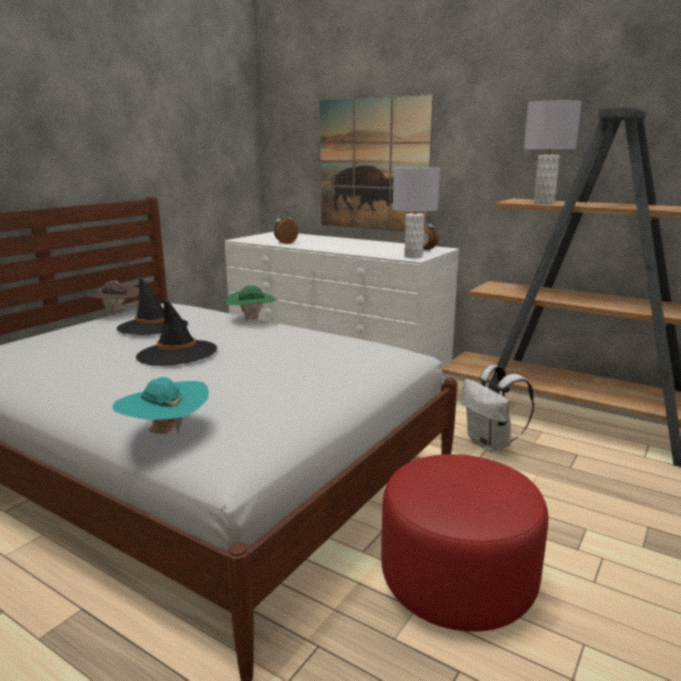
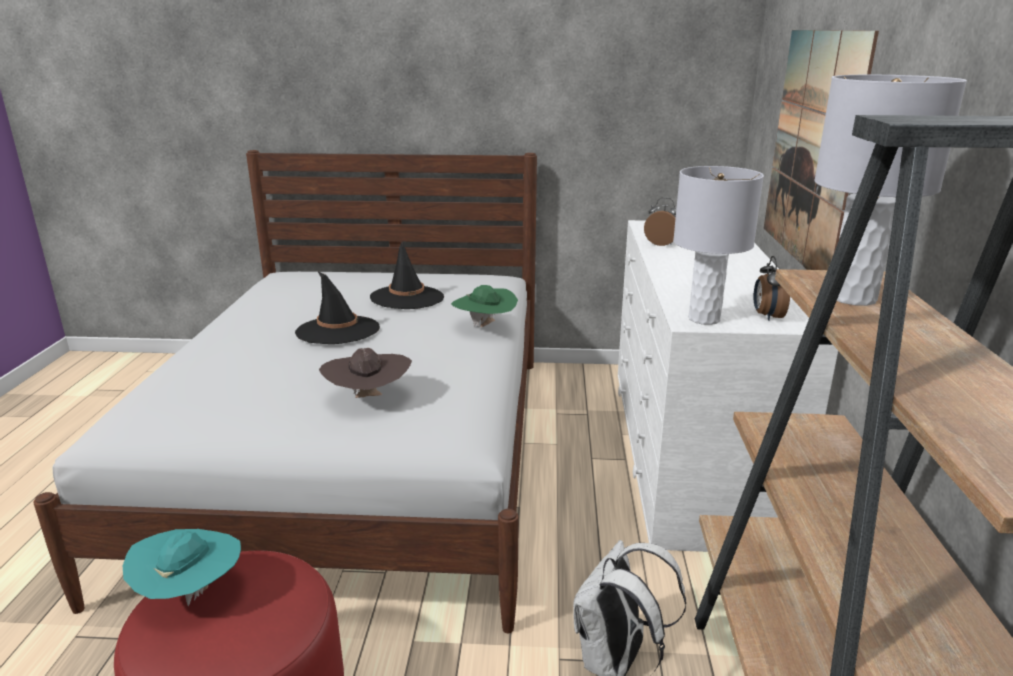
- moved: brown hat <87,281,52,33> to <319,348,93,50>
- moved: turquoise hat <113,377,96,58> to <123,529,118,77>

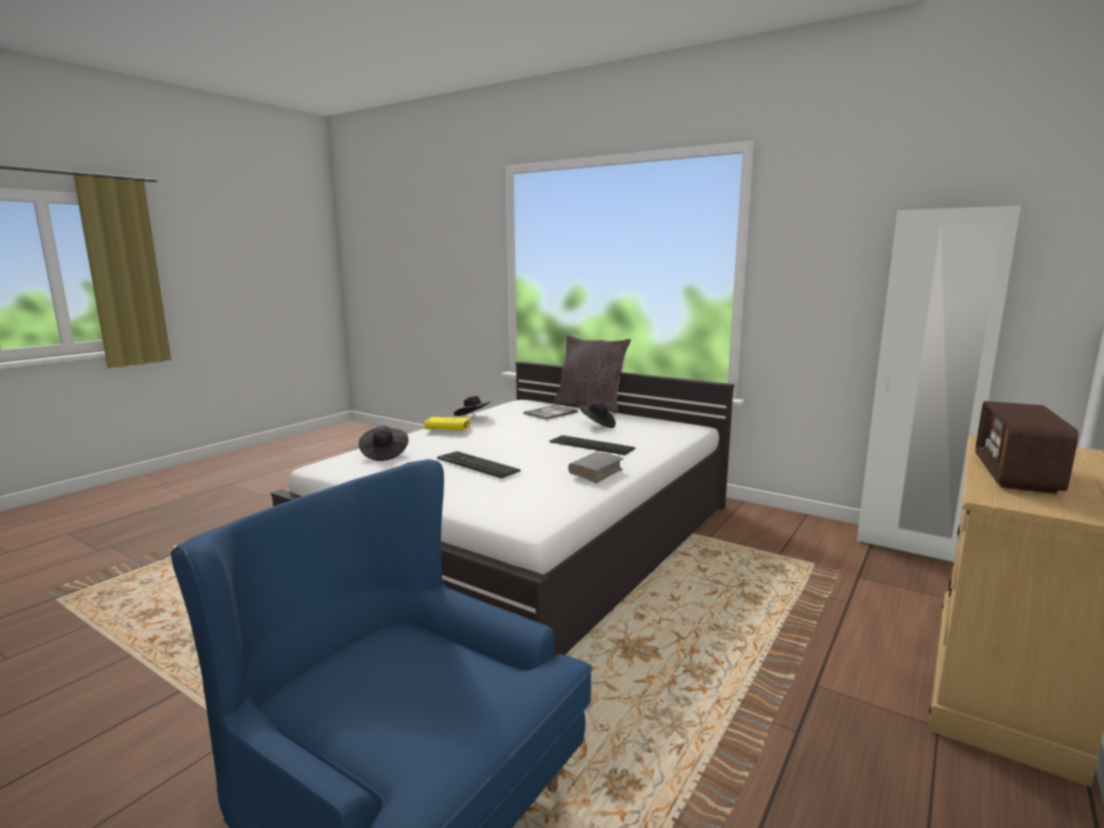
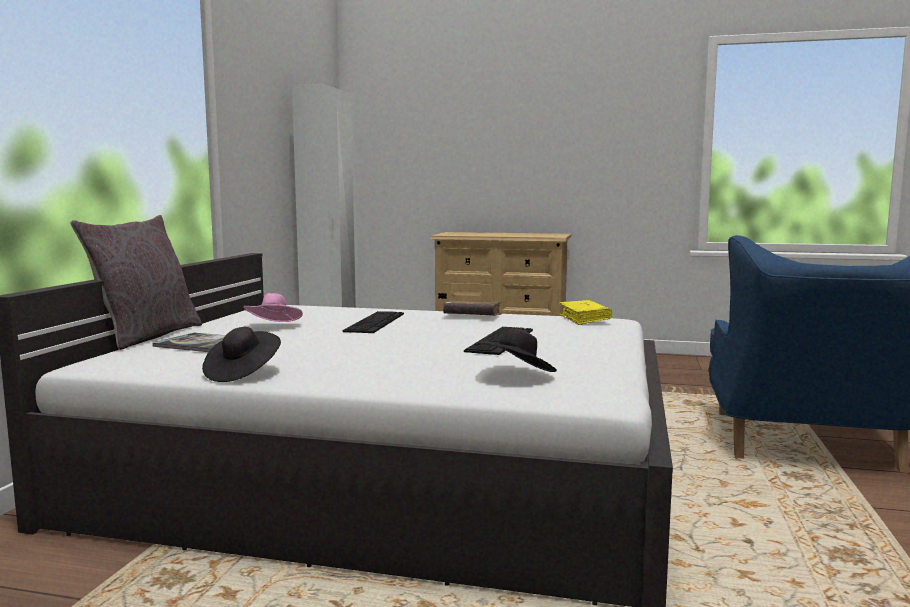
- recoloured: black hat <579,401,37,27> to pink hat <243,293,60,29>
- removed: radio <975,401,104,93>
- moved: yellow book <424,417,48,14> to <559,300,53,25>
- recoloured: grey book <568,451,56,32> to brown book <443,300,59,16>

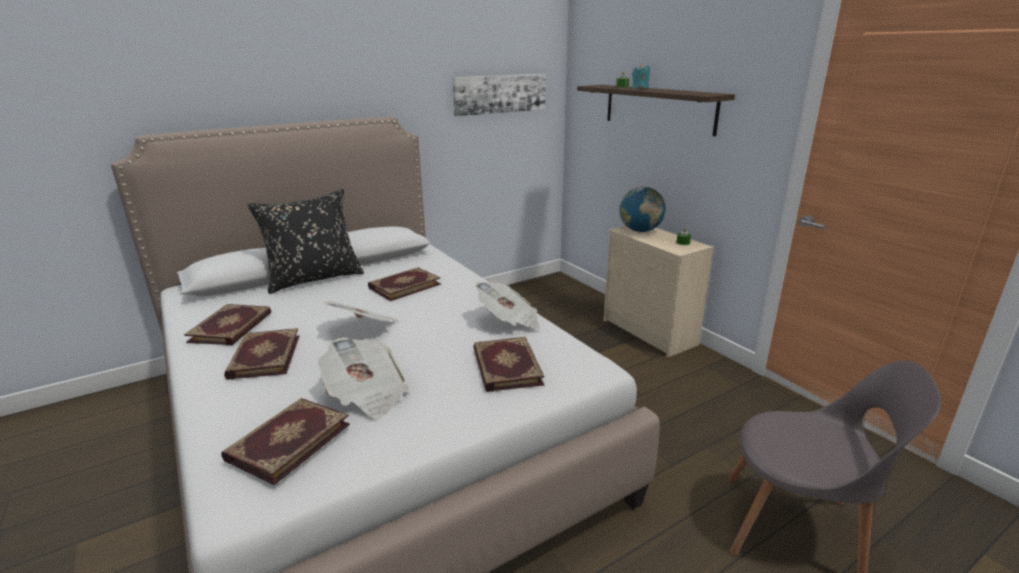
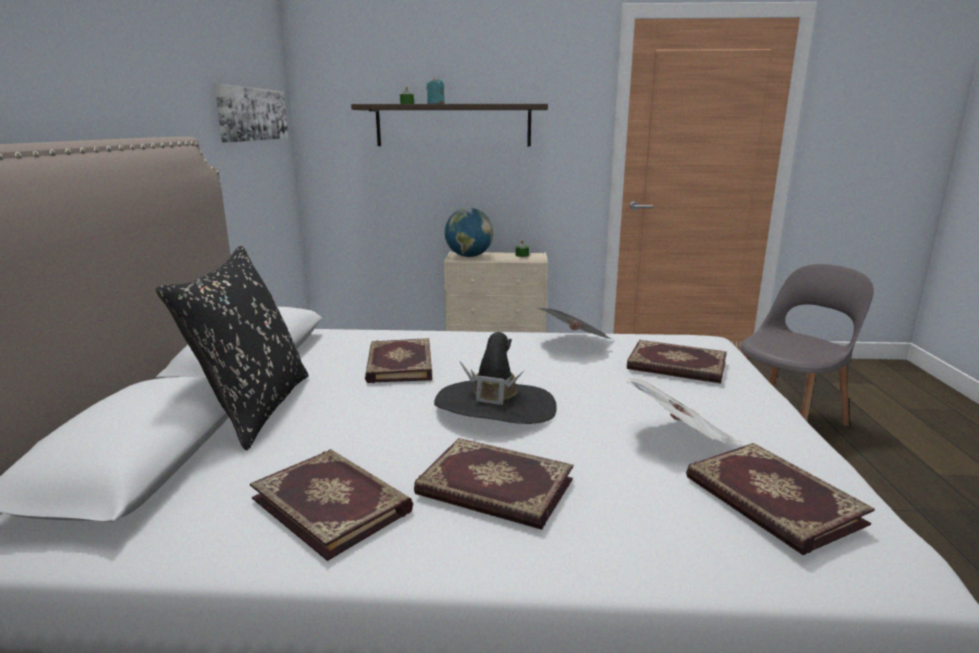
- replaced: newspaper <324,302,73,20> to black hat <434,332,123,92>

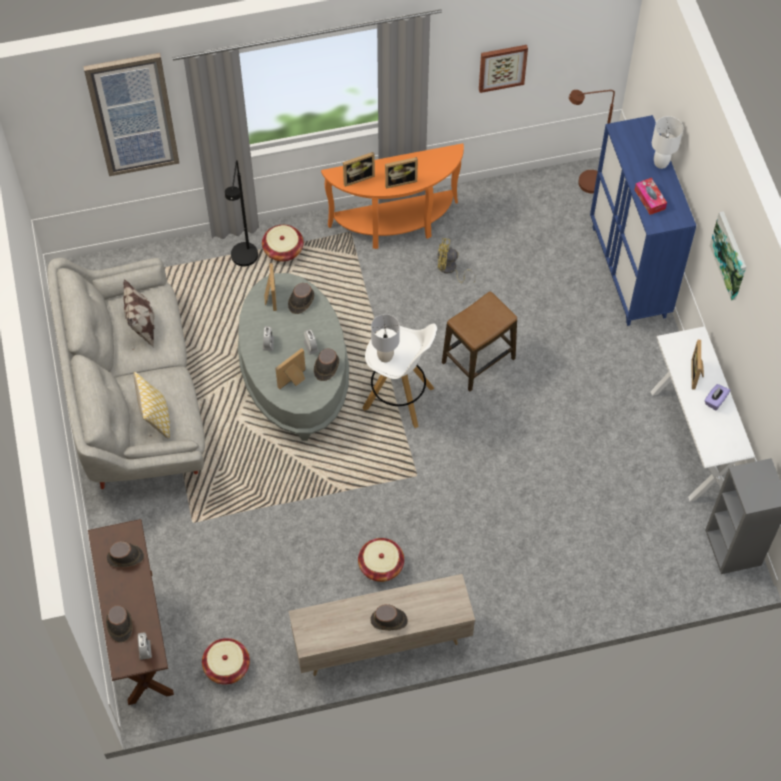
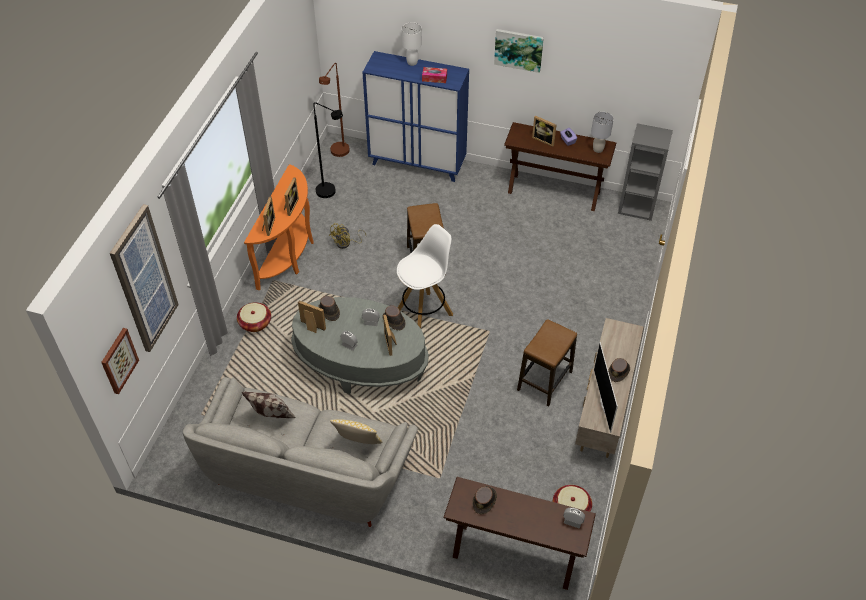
- moved: picture <479,45,49,48> to <101,328,38,66>
- moved: black floor lamp <225,160,33,107> to <313,102,30,96>
- moved: grey table lamp <371,314,29,49> to <591,112,23,41>
- recoloured: white console table <651,326,104,175> to brown console table <504,122,112,89>
- replaced: basket <358,538,46,44> to stool <517,319,60,87>
- removed: brown hat <106,605,27,38>
- added: television <594,342,24,91>

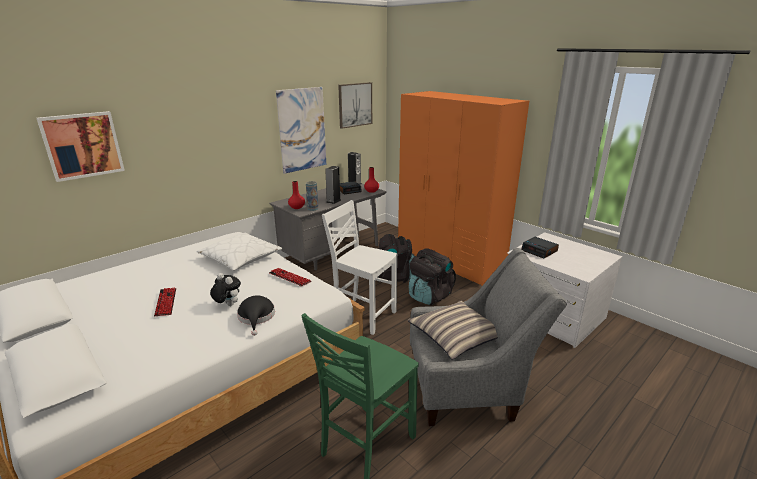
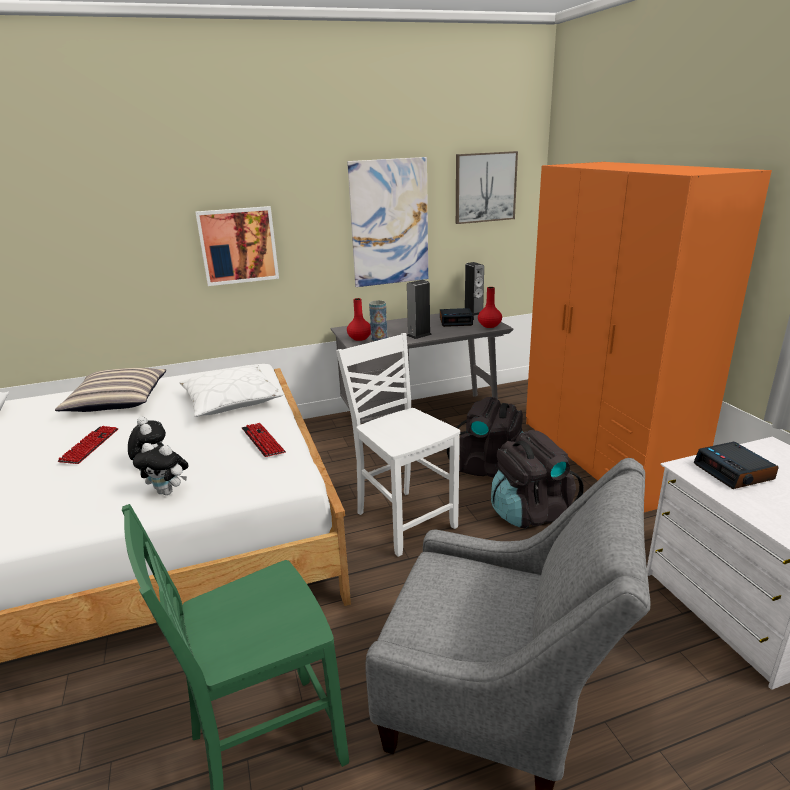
- moved: picture <37,111,88,71> to <195,206,84,80>
- replaced: black hat <237,296,38,40> to plush toy <133,443,55,52>
- moved: pillow <408,301,90,59> to <55,368,111,44>

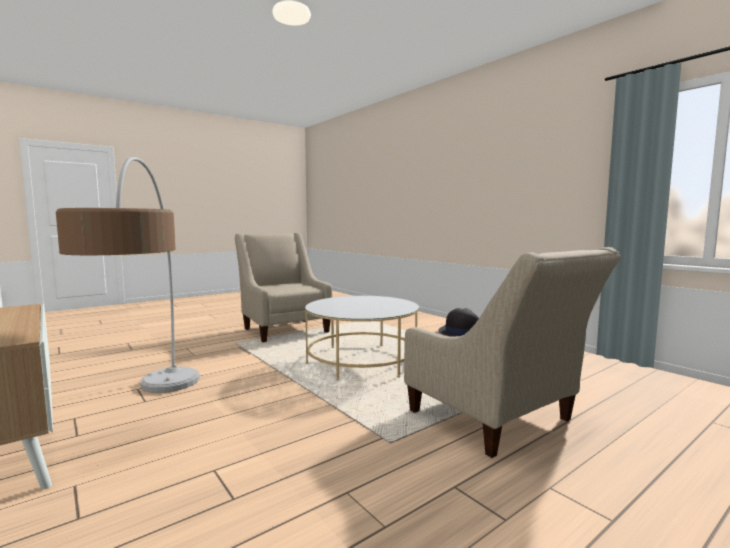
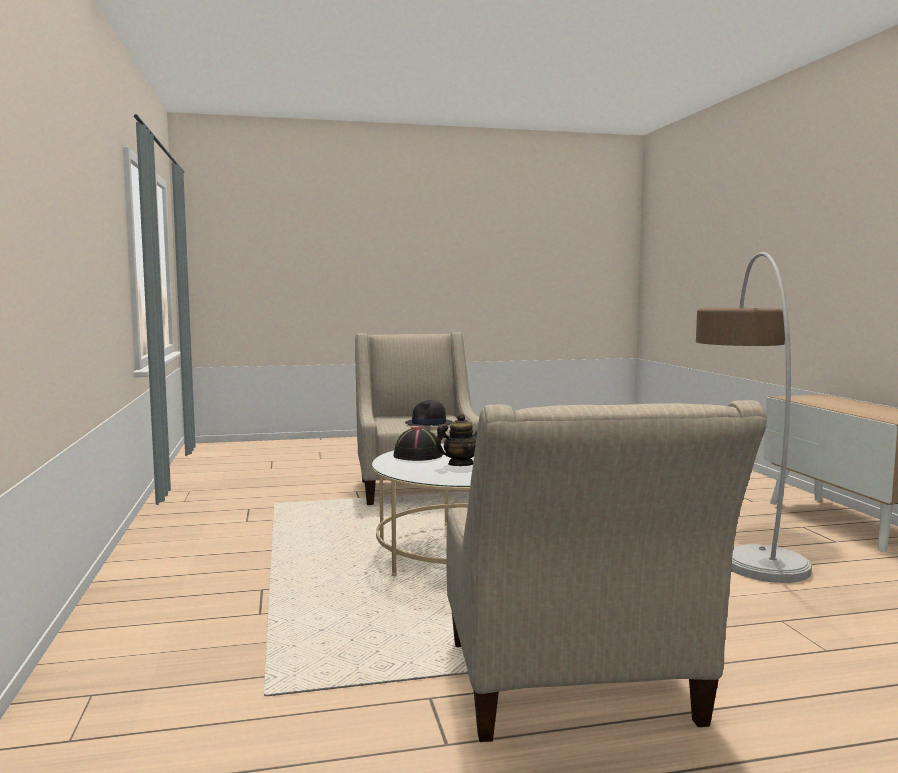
- added: teapot <434,414,43,52>
- added: black hat <394,427,49,34>

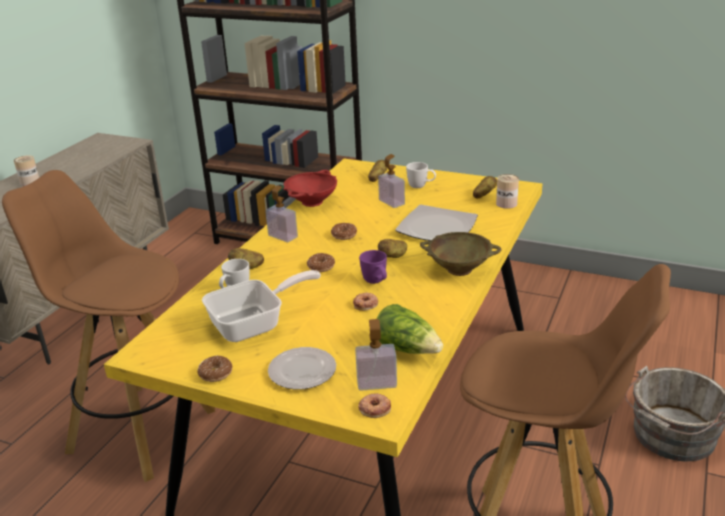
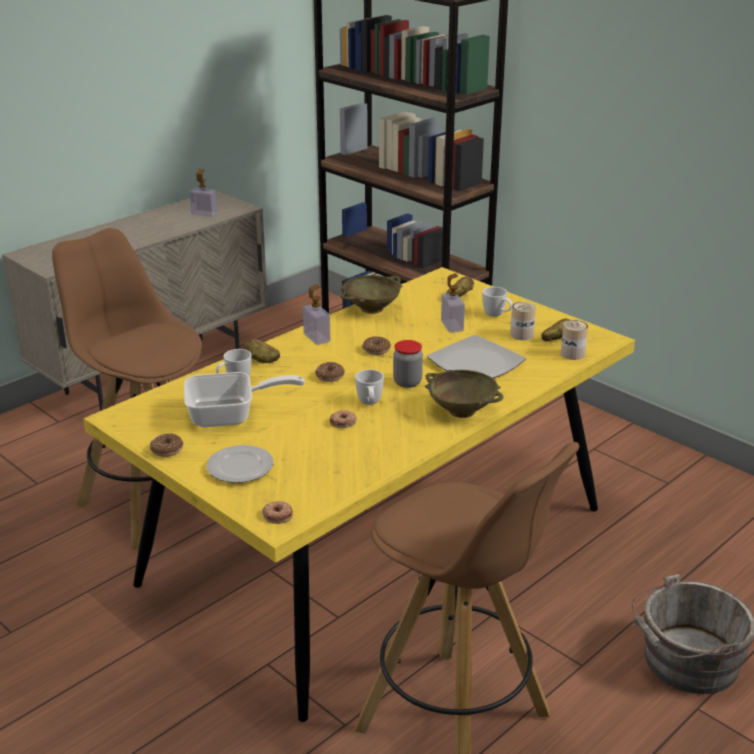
- moved: can <14,155,25,31> to <510,302,26,38>
- recoloured: red bowl <283,170,54,37> to beige bowl <340,275,63,39>
- replaced: potato <378,239,29,19> to jar <393,340,30,48>
- recoloured: purple mug <359,250,28,34> to white mug <355,369,29,36>
- removed: lettuce <377,304,66,50>
- moved: soap dispenser <355,319,42,72> to <189,169,28,48>

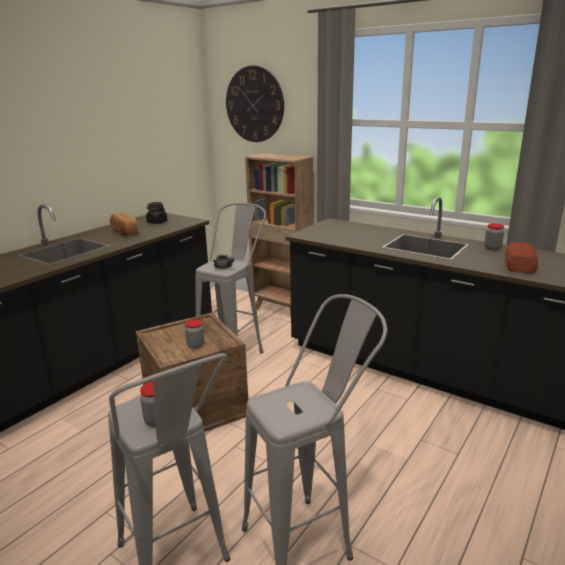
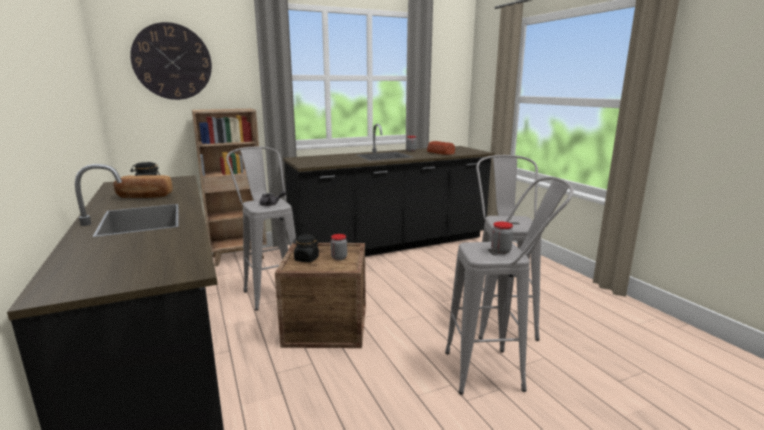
- added: black jar <293,235,26,27>

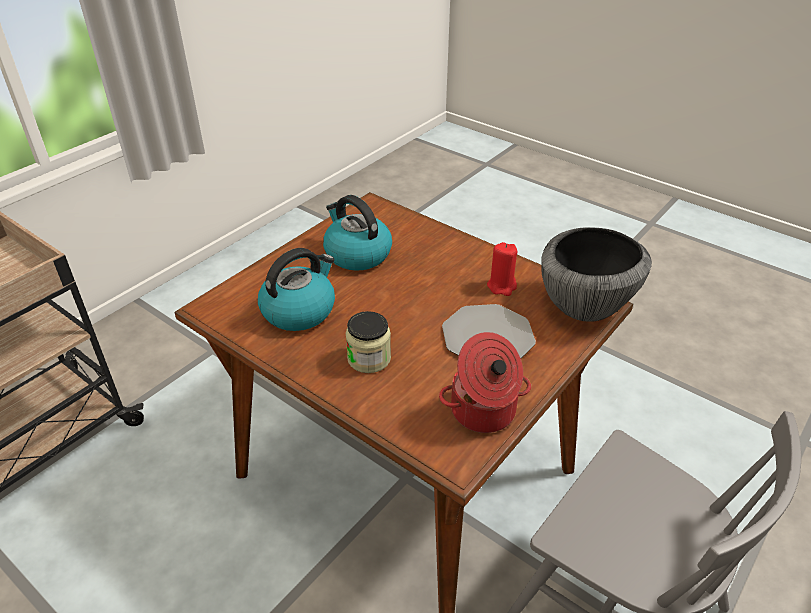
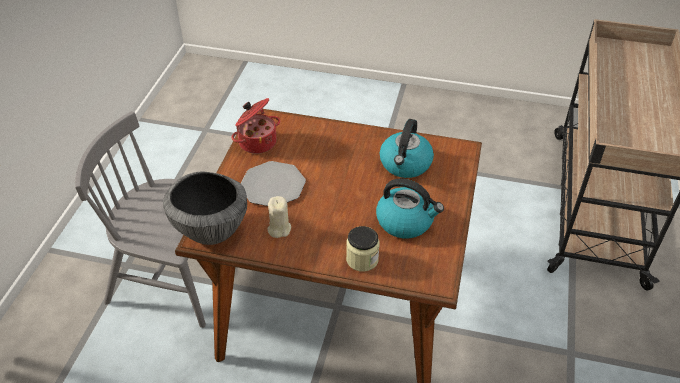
- recoloured: red candle <487,242,30,54> to beige candle <267,196,24,42>
- moved: jar <346,311,45,62> to <346,226,34,46>

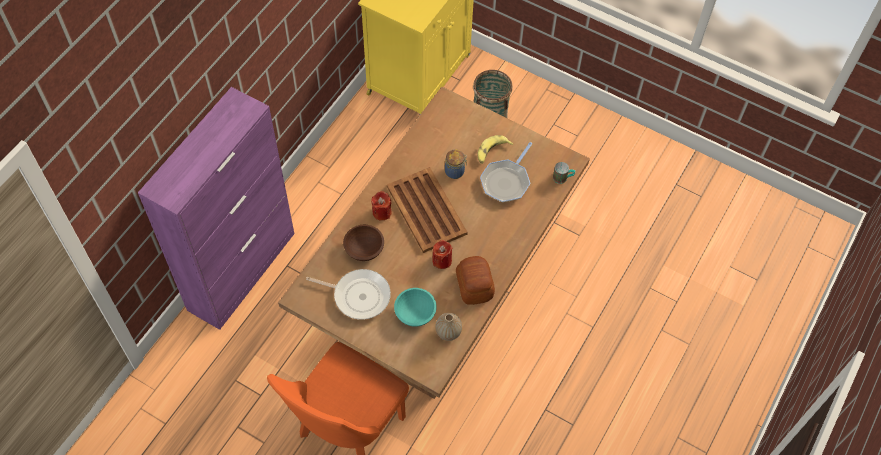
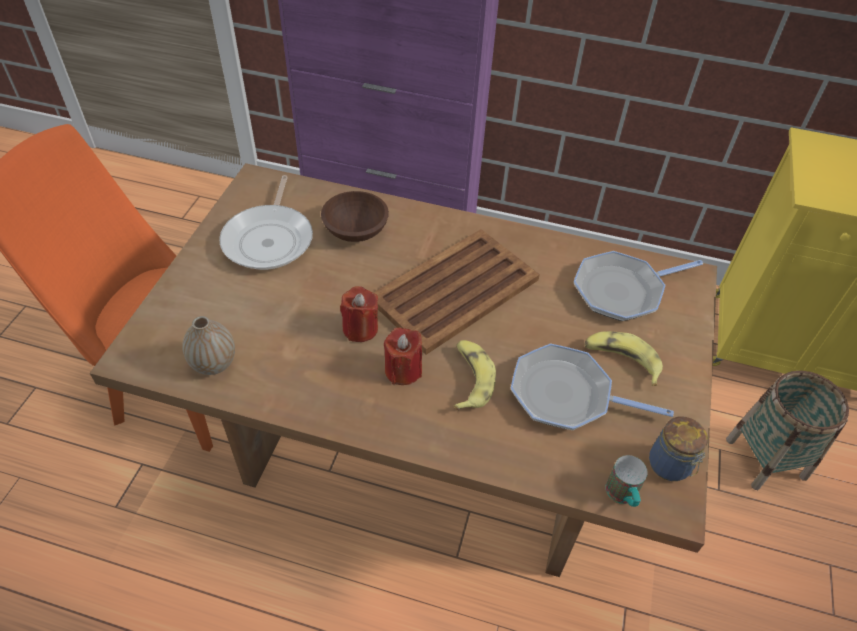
- moved: jar <445,149,22,30> to <649,417,59,64>
- moved: red candle <371,191,21,30> to <384,328,38,57>
- removed: bread <456,256,39,49>
- removed: turquoise bowl <394,288,43,39>
- added: frying pan <574,251,129,70>
- added: banana <454,340,42,71>

